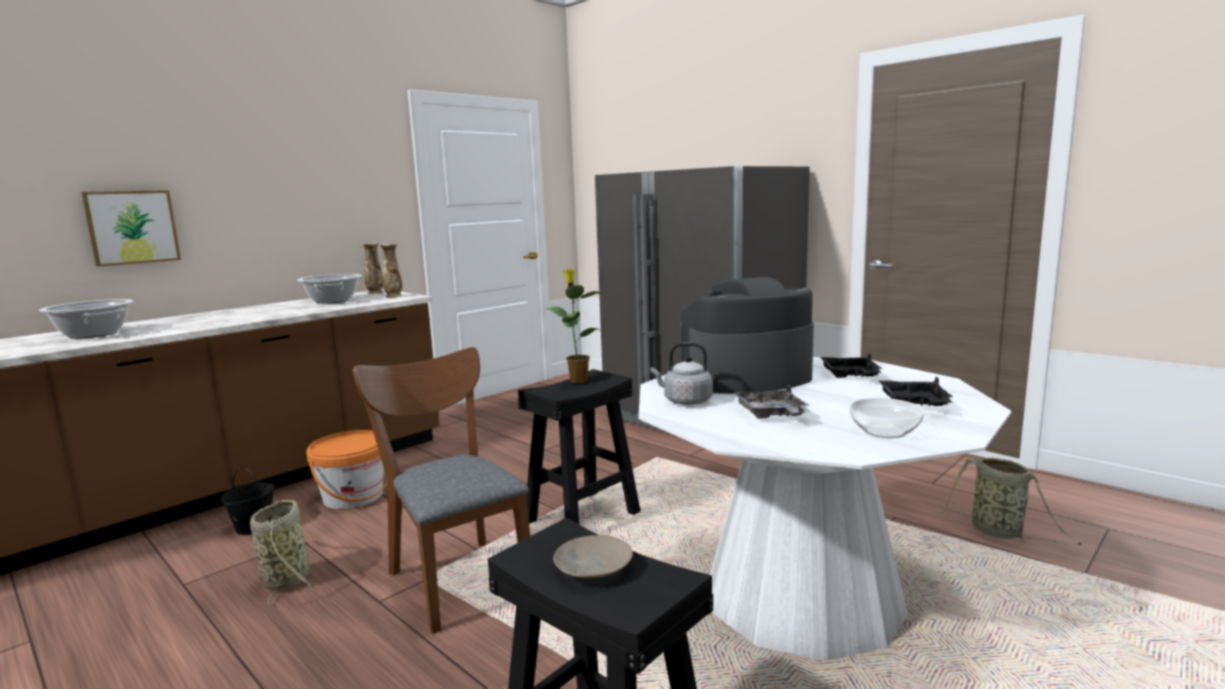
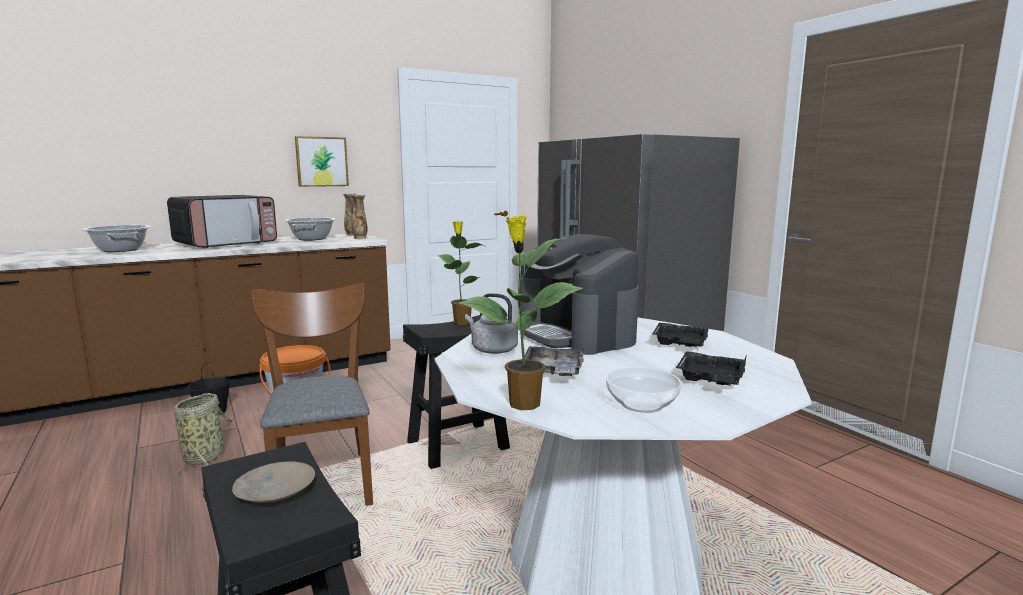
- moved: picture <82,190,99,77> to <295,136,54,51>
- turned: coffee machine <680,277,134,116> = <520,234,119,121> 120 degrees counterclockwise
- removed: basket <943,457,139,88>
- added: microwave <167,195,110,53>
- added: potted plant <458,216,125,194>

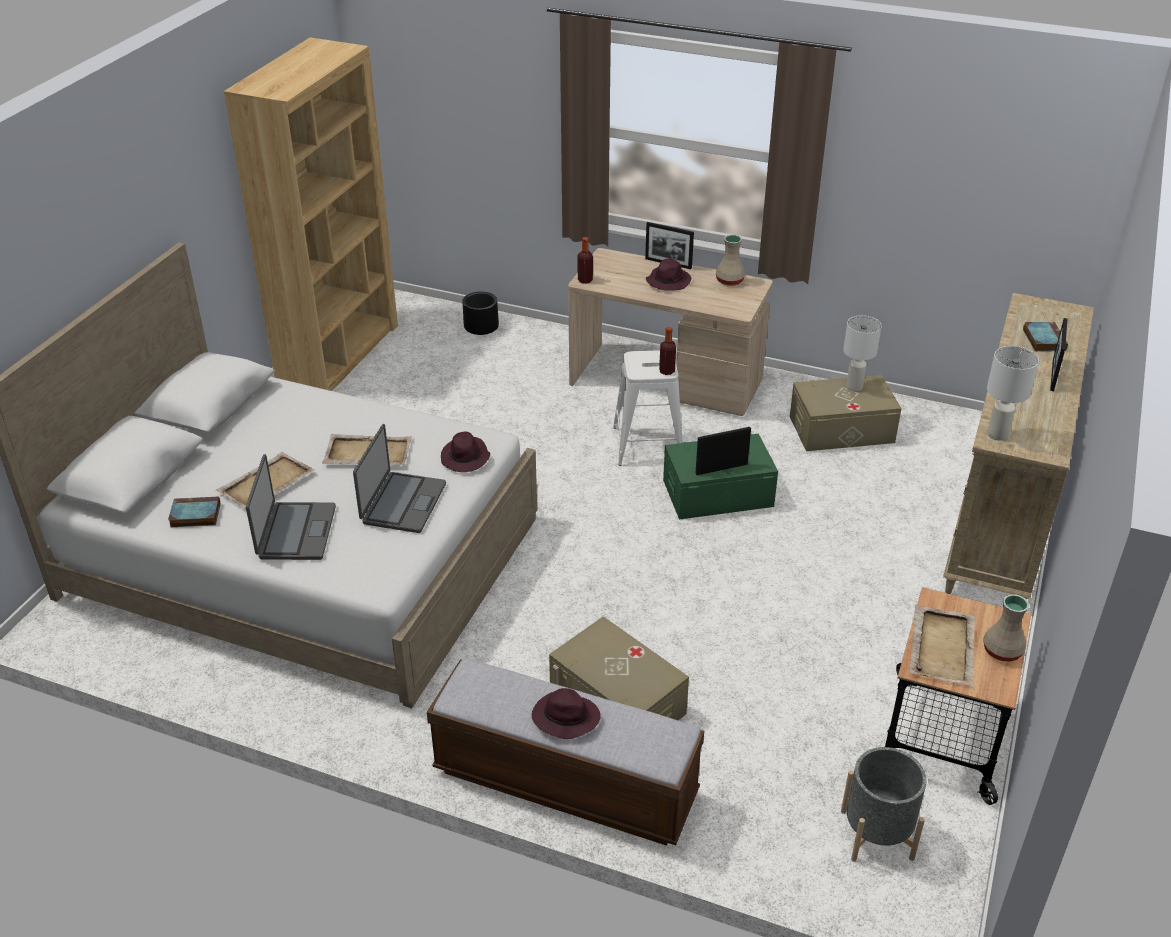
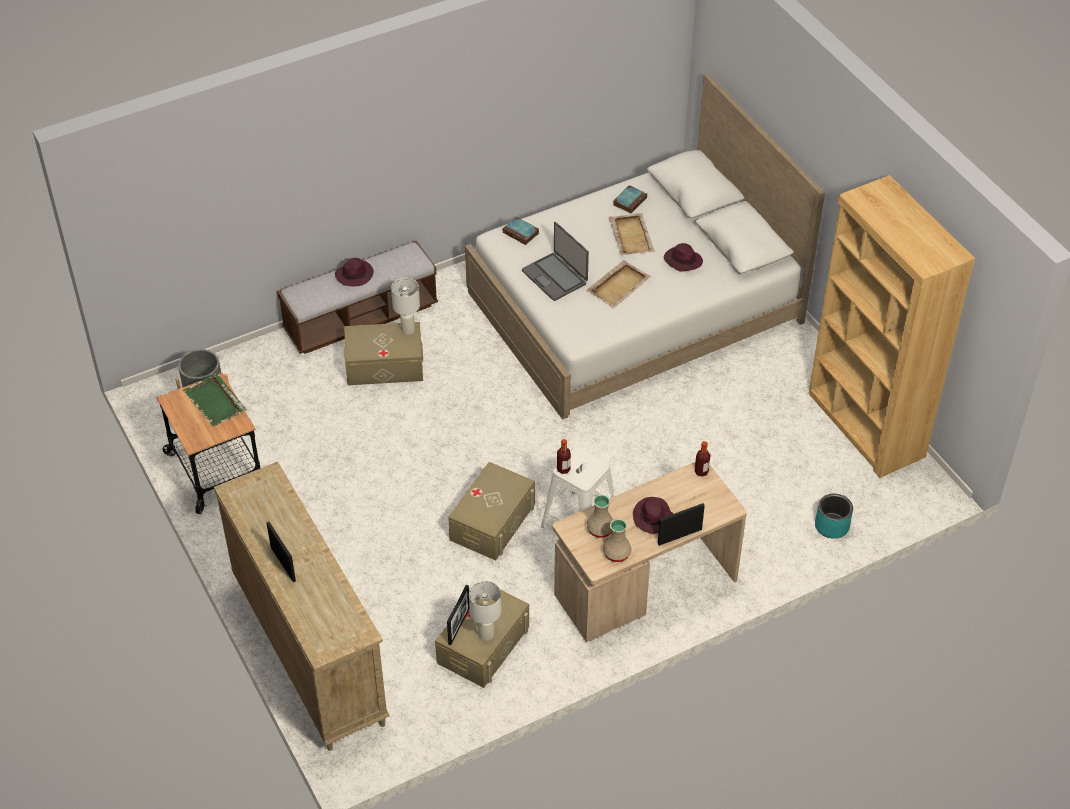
- recoloured: black planter <462,292,37,43> to turquoise planter <815,494,38,45>
- moved: book <1023,322,45,30> to <503,217,36,28>
- moved: white table lamp <987,346,52,95> to <391,278,29,57>
- moved: picture frame <695,427,56,48> to <447,585,22,60>
- moved: purple hat <441,431,49,41> to <664,243,39,29>
- recoloured: green storage box <663,433,115,87> to beige storage box <448,462,87,98>
- removed: laptop <246,454,90,106>
- moved: beige vase <983,594,46,68> to <587,495,26,43>
- recoloured: beige tray <910,605,65,81> to green tray <183,373,64,54>

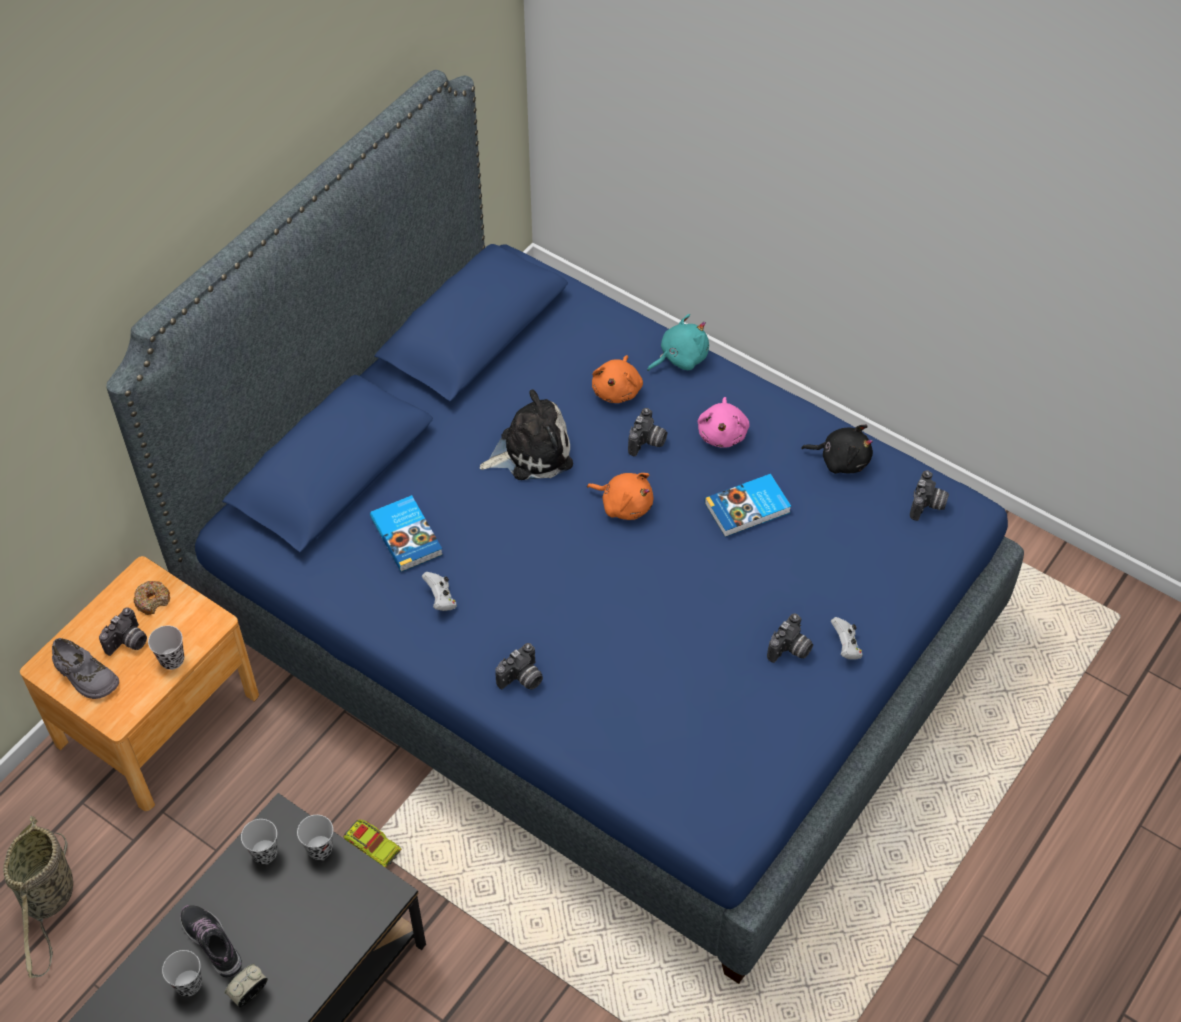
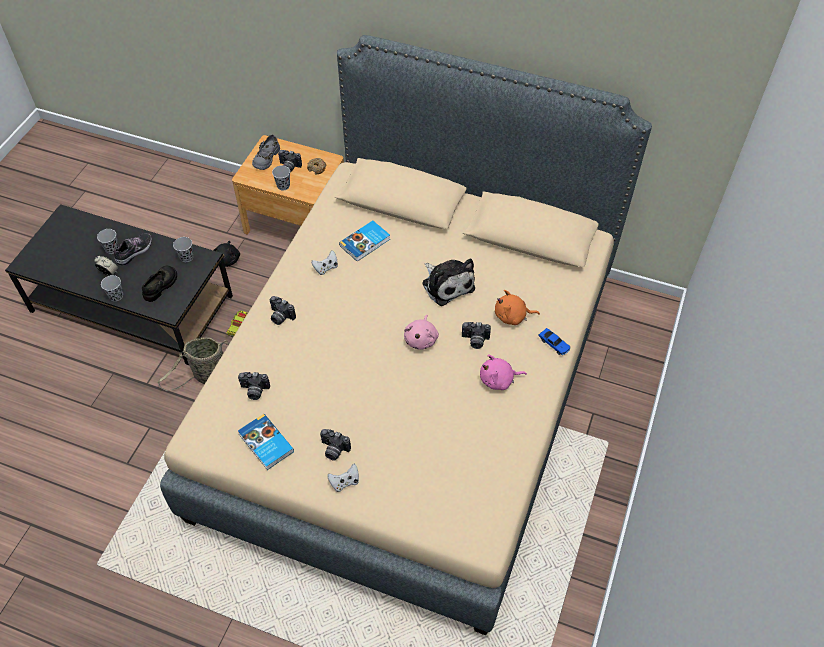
- recoloured: blue bed <106,70,918,914> to beige bed <160,35,492,600>
- replaced: turquoise plush toy <647,314,62,57> to toy car <538,328,33,27>
- moved: black plush toy <801,425,72,49> to <213,241,27,26>
- moved: photo camera <910,470,39,51> to <238,372,32,28>
- recoloured: orange plush toy <587,473,66,47> to pink plush toy <404,315,35,35>
- moved: book <705,474,86,63> to <238,414,56,56>
- moved: black cup <297,815,36,45> to <101,275,22,26>
- moved: basket <3,816,70,162> to <157,337,72,54>
- added: black shoe <142,266,35,36>

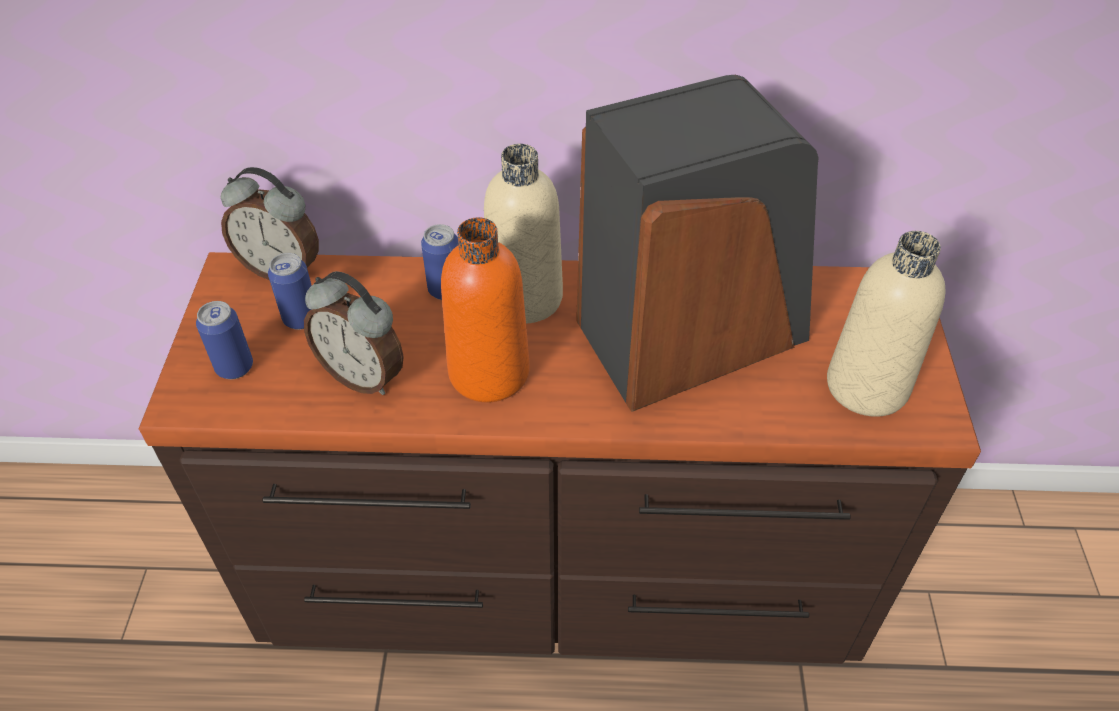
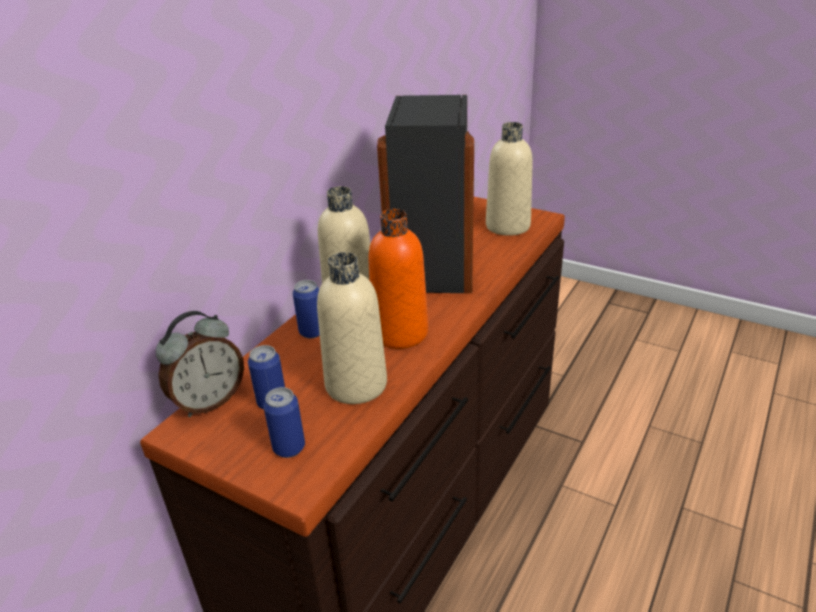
- replaced: alarm clock <304,271,100,124> to beige bottle <317,252,70,152>

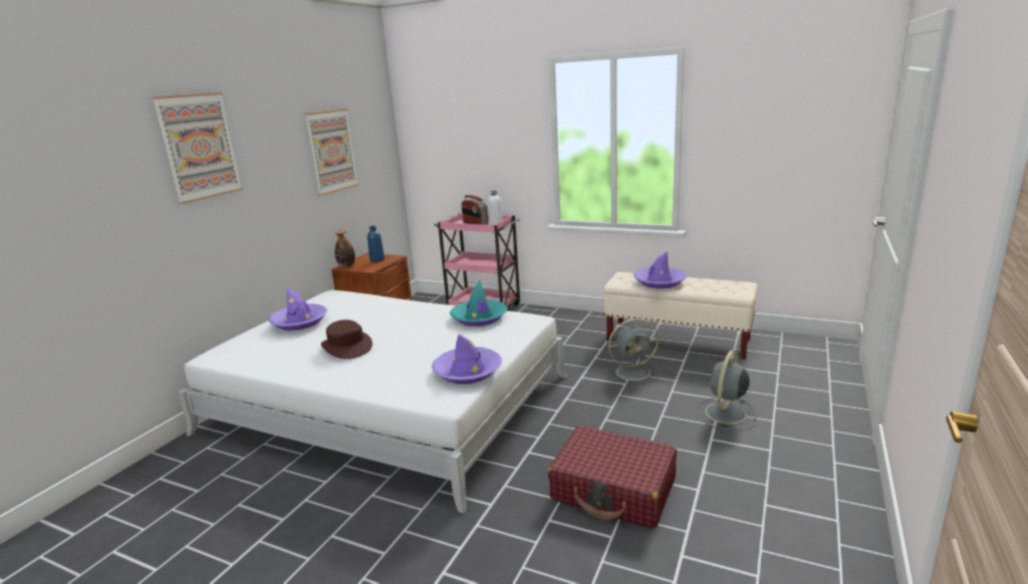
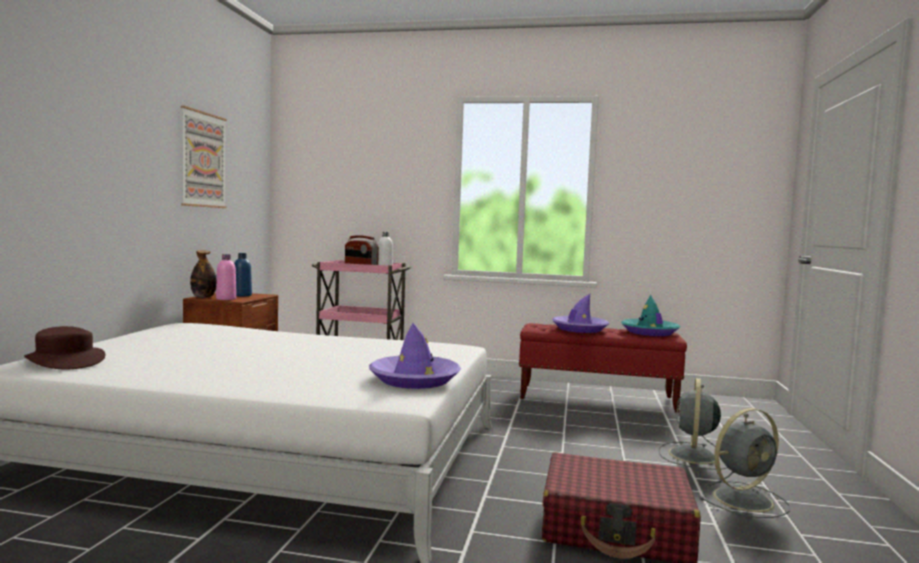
- removed: picture <152,92,91,112>
- recoloured: beige bench <604,272,154,87> to red bench <519,323,168,90>
- moved: turquoise hat <450,280,57,46> to <621,295,59,41>
- removed: purple hat <269,287,58,44>
- moved: grey fan <605,318,55,66> to <700,408,90,110>
- moved: brown hat <321,320,51,39> to <24,326,81,43>
- added: pink bottle <216,254,21,46>

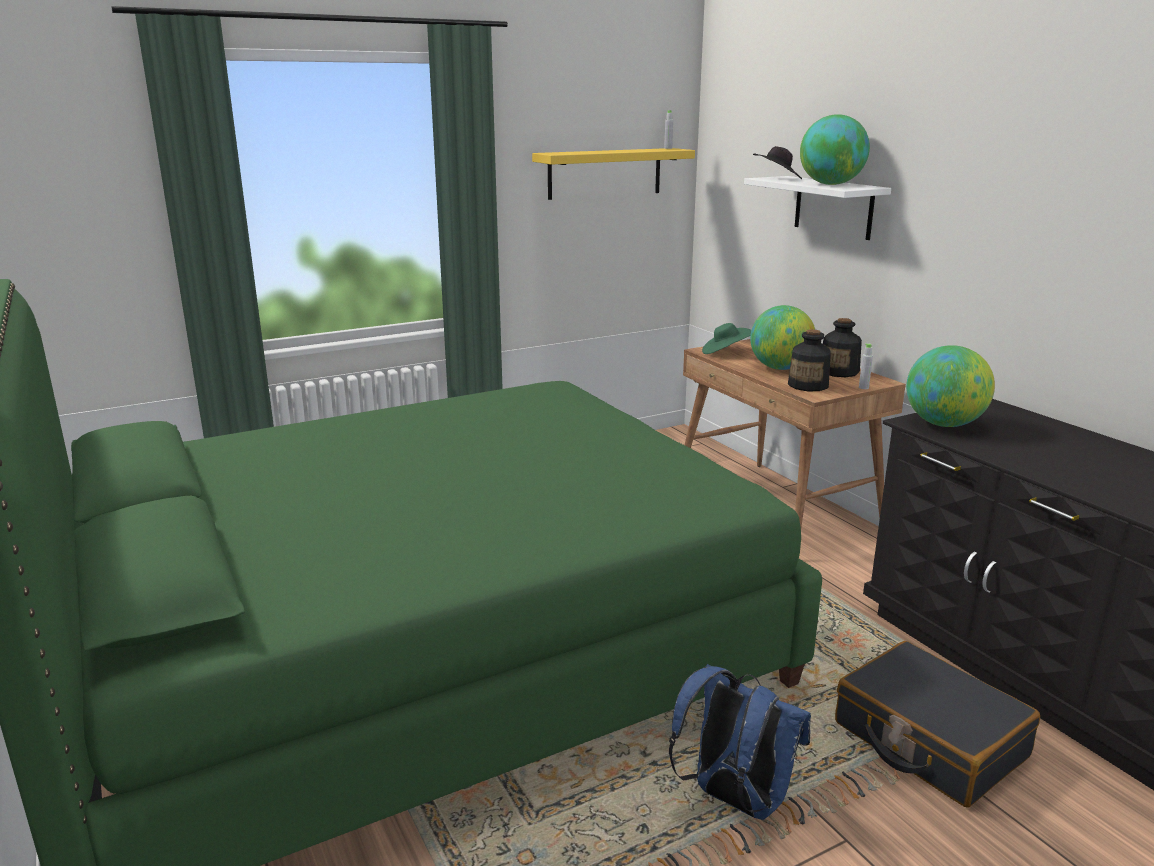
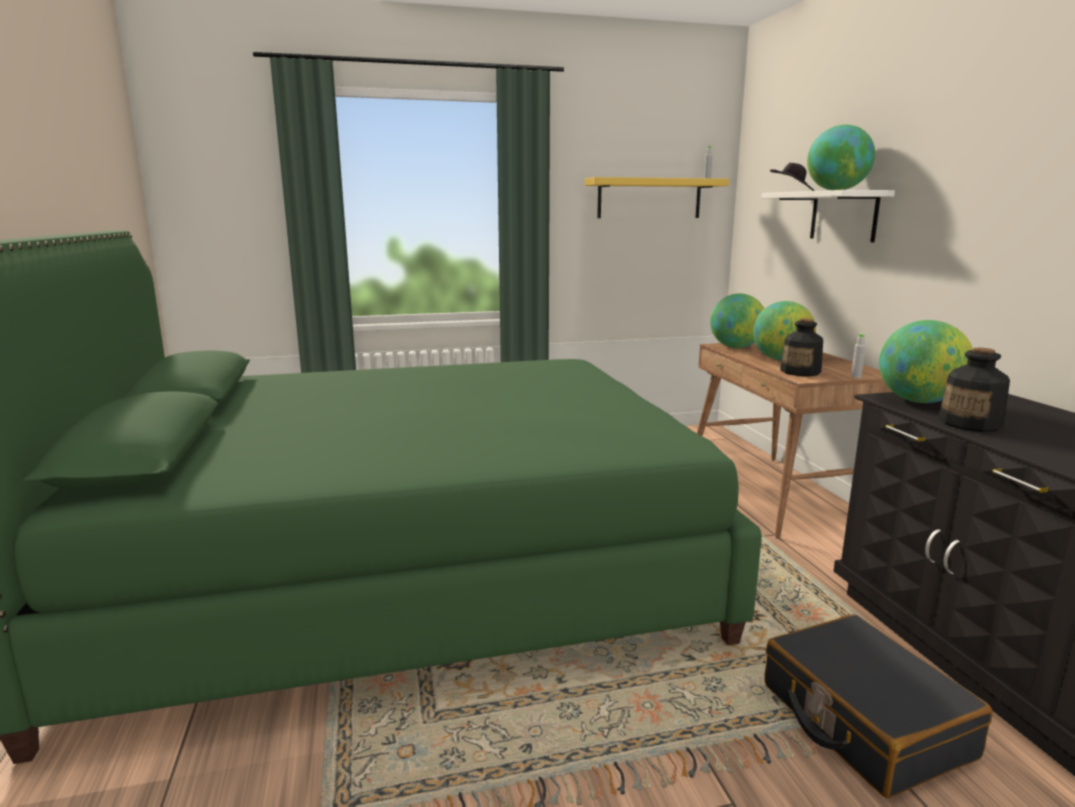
- moved: bottle <823,318,39,59> to <938,348,72,84>
- replaced: green hat <702,323,49,31> to globe <710,293,54,55>
- removed: blue backpack <669,664,142,156>

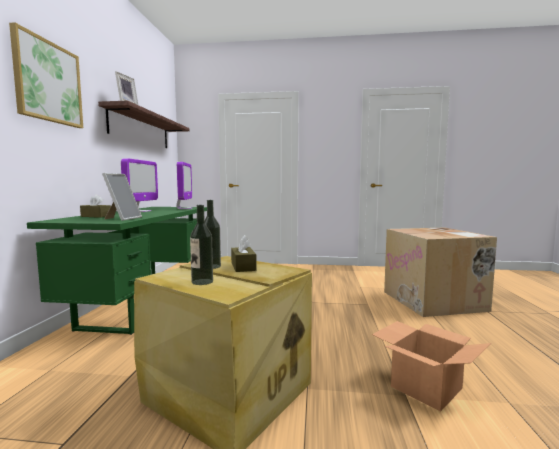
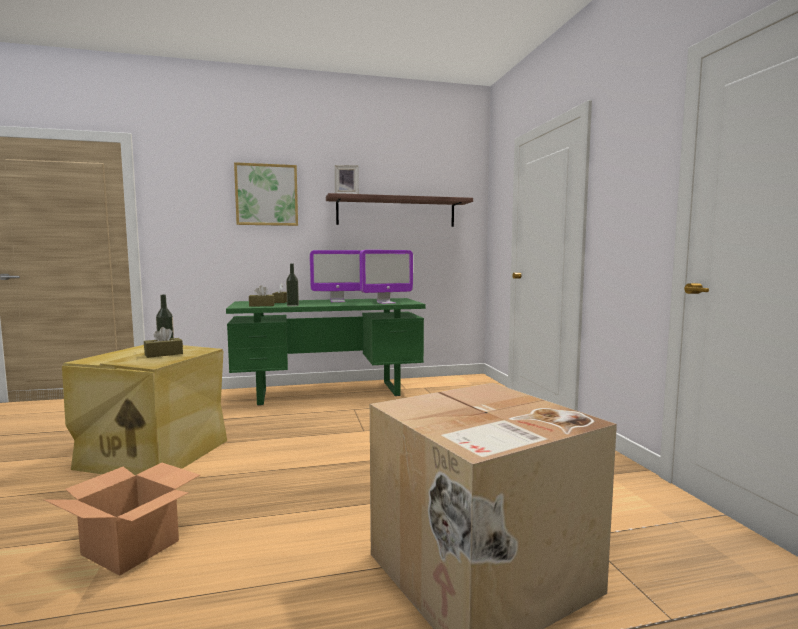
- replaced: picture frame <102,173,40,48> to brown tissue box <249,285,26,22>
- moved: bottle <190,205,23,80> to <286,263,13,43>

